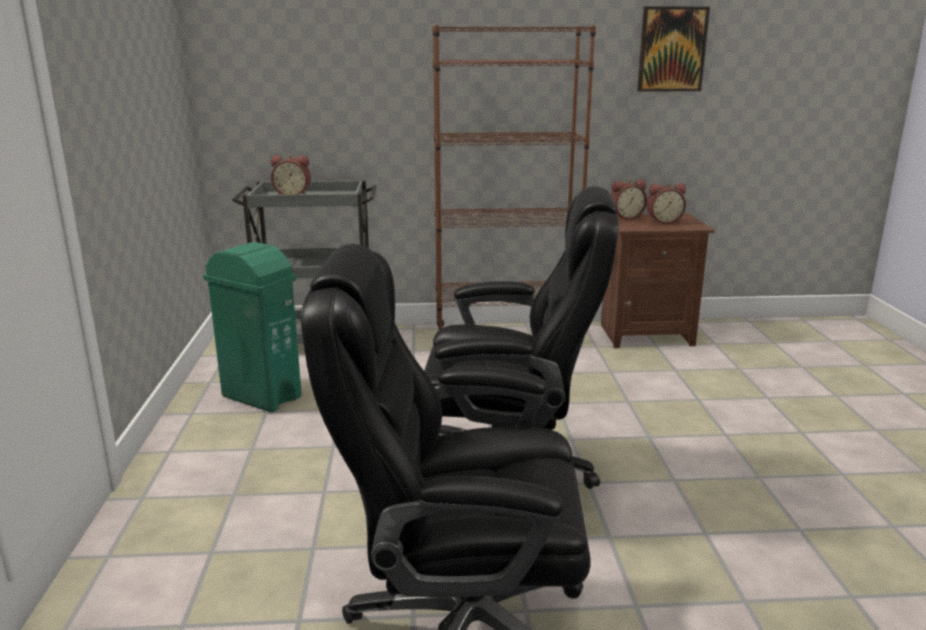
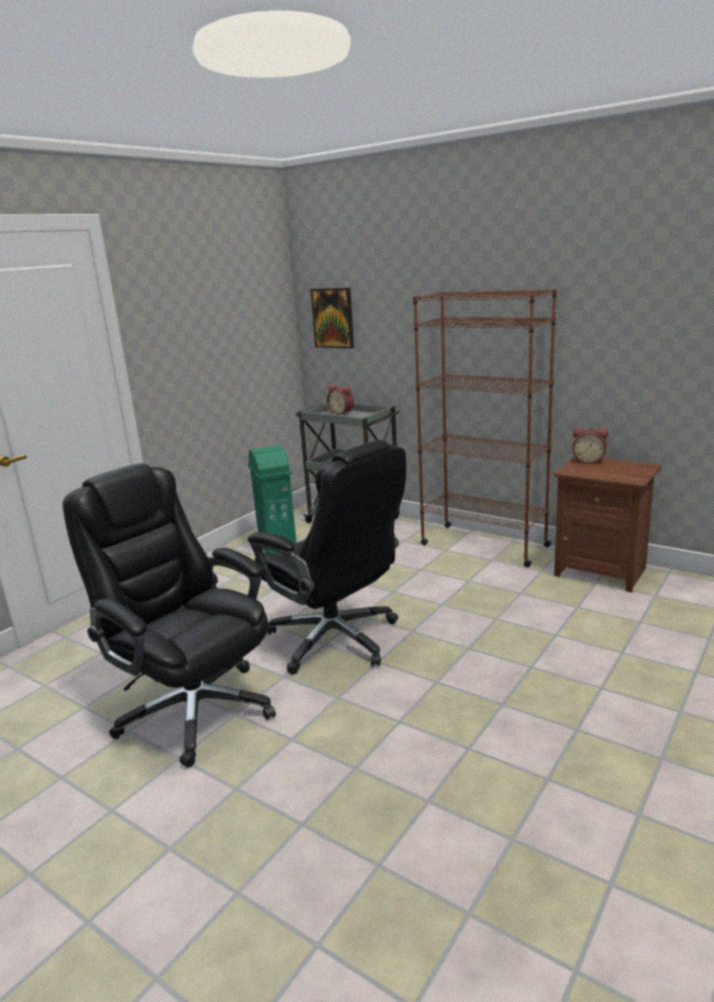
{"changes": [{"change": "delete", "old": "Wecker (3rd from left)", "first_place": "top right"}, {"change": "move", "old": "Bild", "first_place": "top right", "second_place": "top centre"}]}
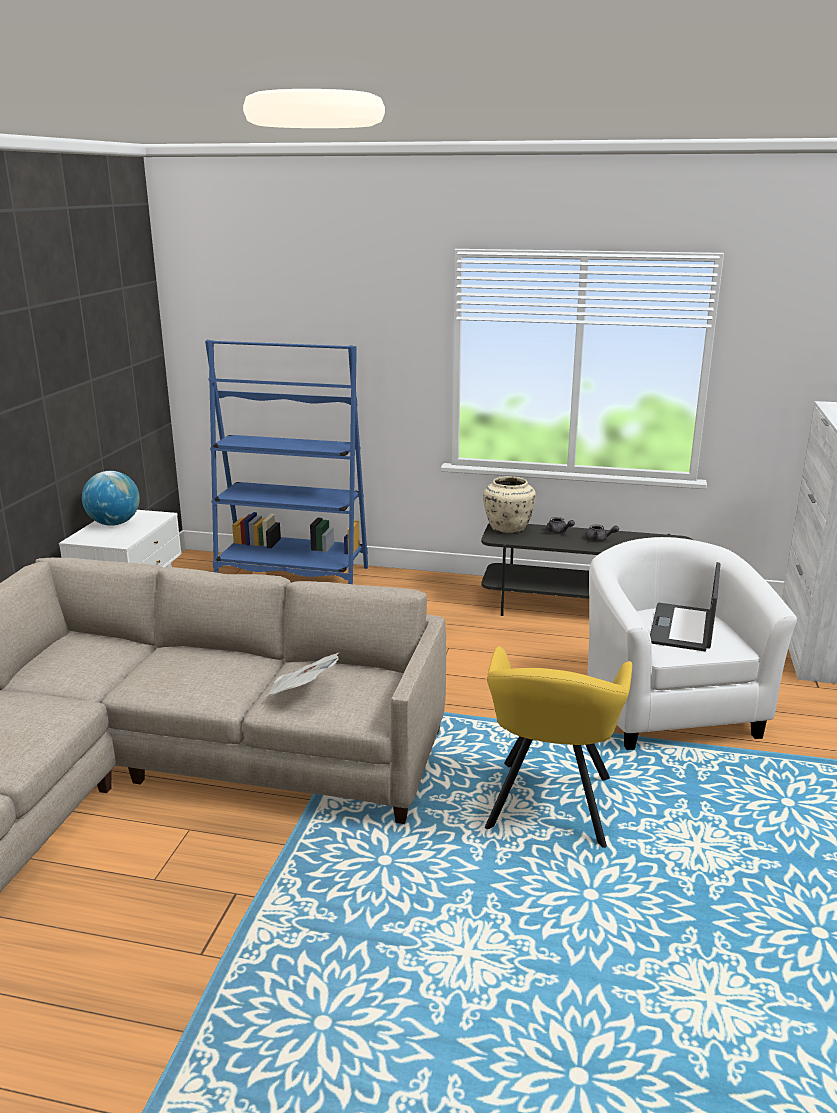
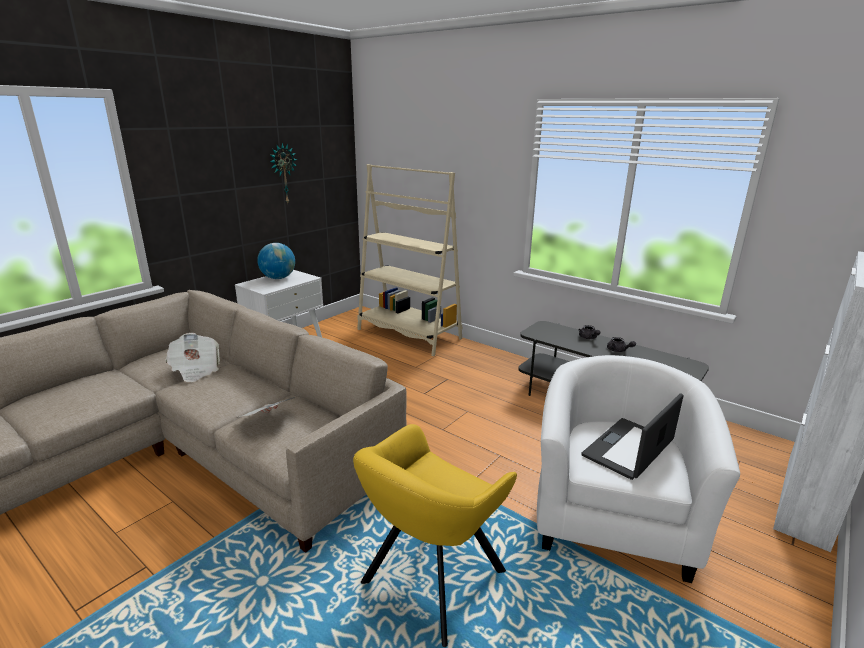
{"changes": [{"change": "delete", "old": "Vase/beige", "first_place": "centre"}, {"change": "insert", "new": "Zeitung (1st from left)", "second_place": "middle left"}, {"change": "insert", "new": "Wanduhr", "second_place": "top left"}, {"change": "recolor", "old": "Bücherregal/blau", "new": "Bücherregal/beige", "first_place": "centre", "second_place": "centre"}]}
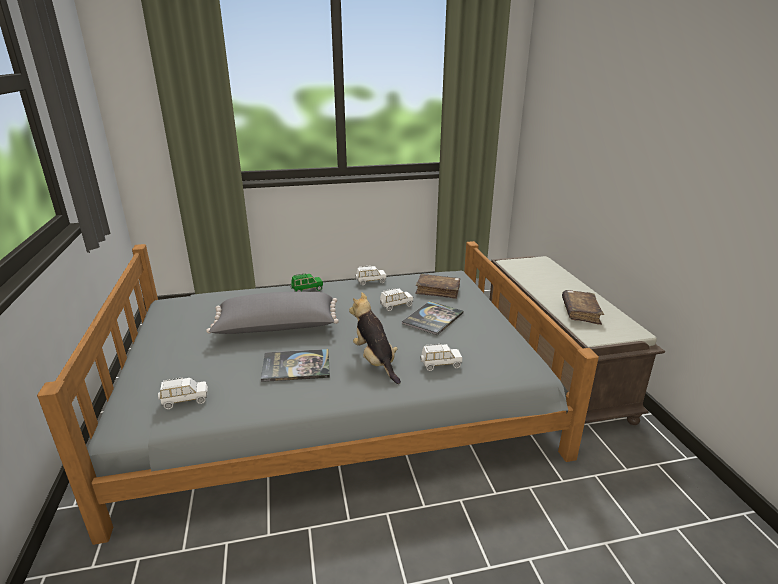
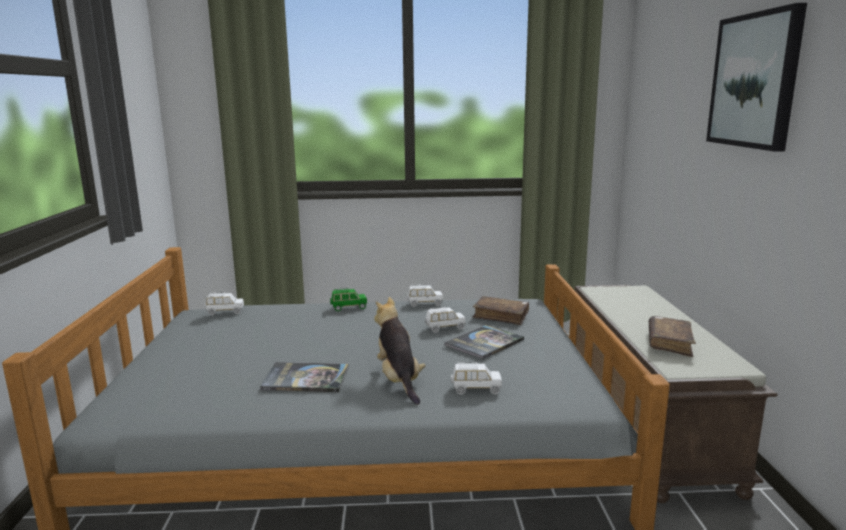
{"changes": [{"change": "delete", "old": "Kissen/grau", "first_place": "centre"}, {"change": "insert", "new": "Bild", "second_place": "top right"}, {"change": "move", "old": "Spielzeugauto/weiß (1st from left)", "first_place": "bottom left", "second_place": "middle left"}]}
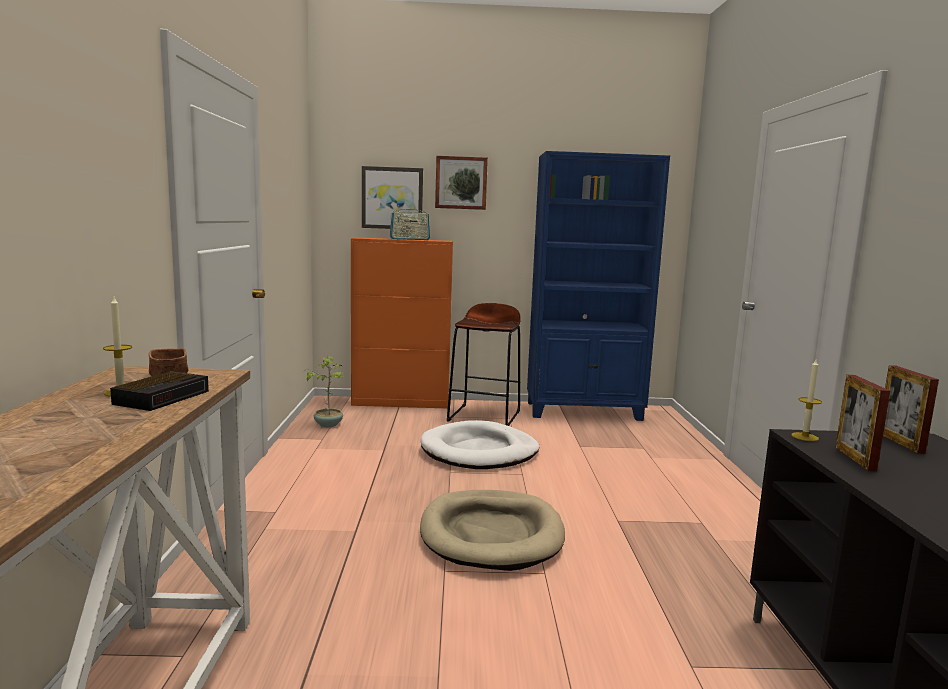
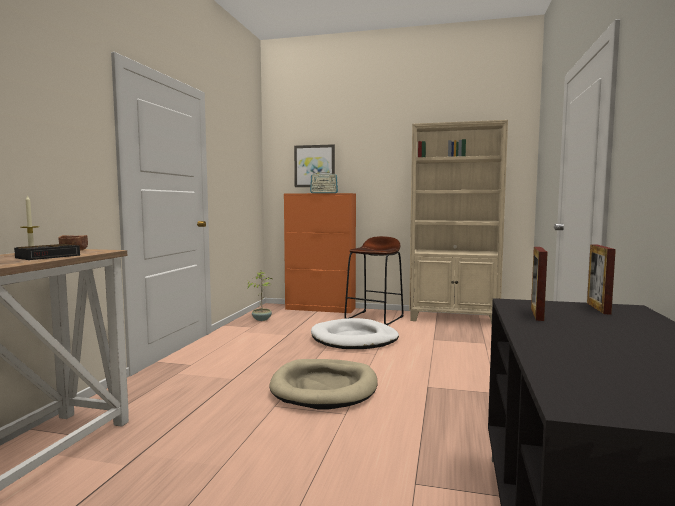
{"changes": [{"change": "delete", "old": "Bild (2nd from left)", "first_place": "top centre"}, {"change": "delete", "old": "Kerze (2nd from left)", "first_place": "middle right"}, {"change": "recolor", "old": "Bücherregal/blau", "new": "Bücherregal/beige", "first_place": "centre", "second_place": "middle right"}]}
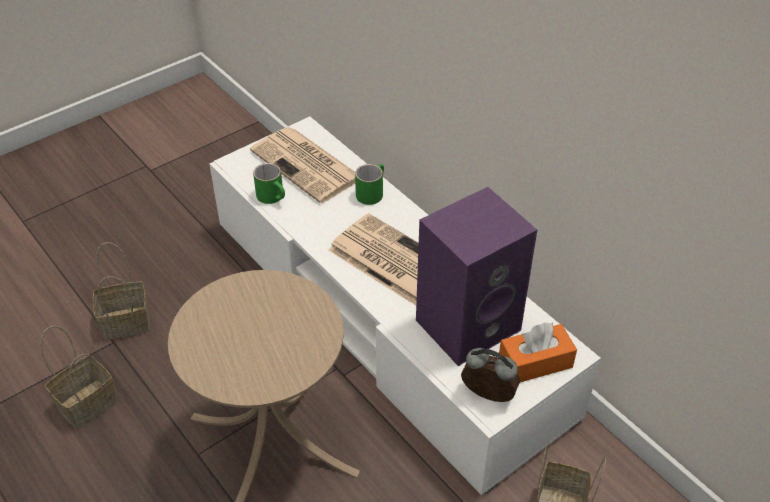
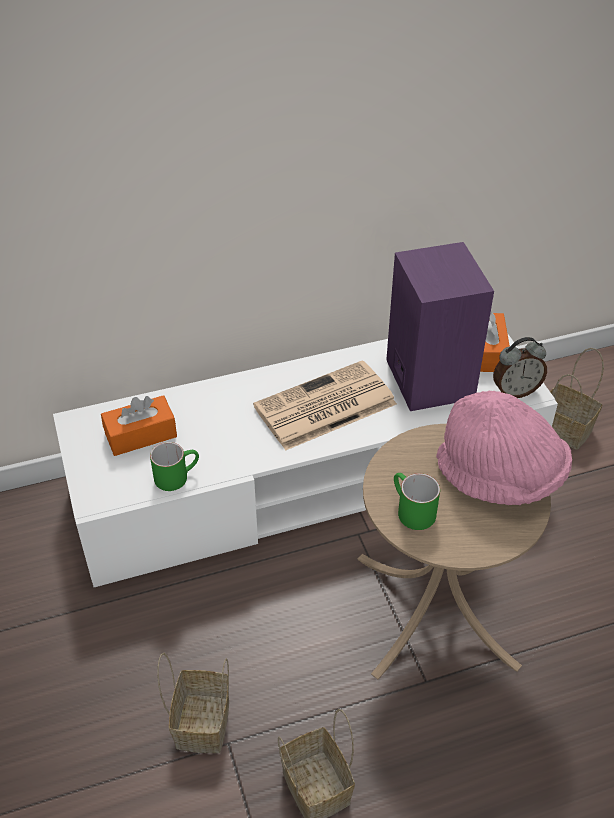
{"changes": [{"change": "insert", "new": "Hut/rosa", "second_place": "middle right"}, {"change": "move", "old": "Henkelbecher/grün (2nd from left)", "first_place": "centre", "second_place": "middle right"}, {"change": "replace", "old": "Zeitung (1st from left)", "new": "Taschentuchbox/orange (1st from left)", "first_place": "top centre", "second_place": "middle left"}, {"change": "rotate", "old": "Wecker", "first_place": "bottom centre", "second_place": "middle right", "degrees": -150}]}
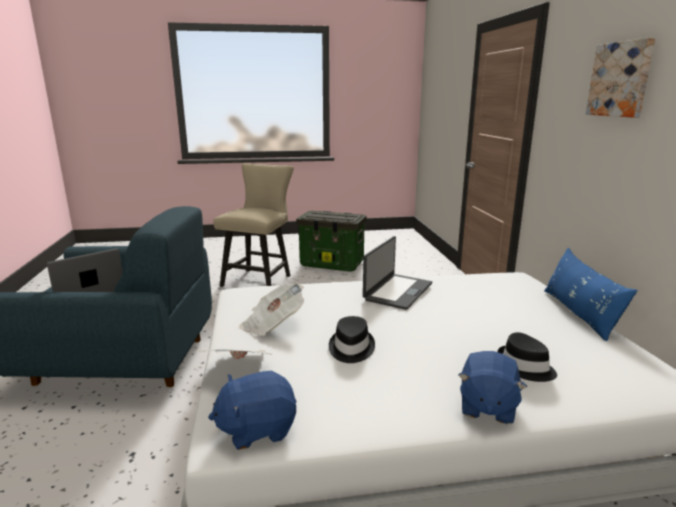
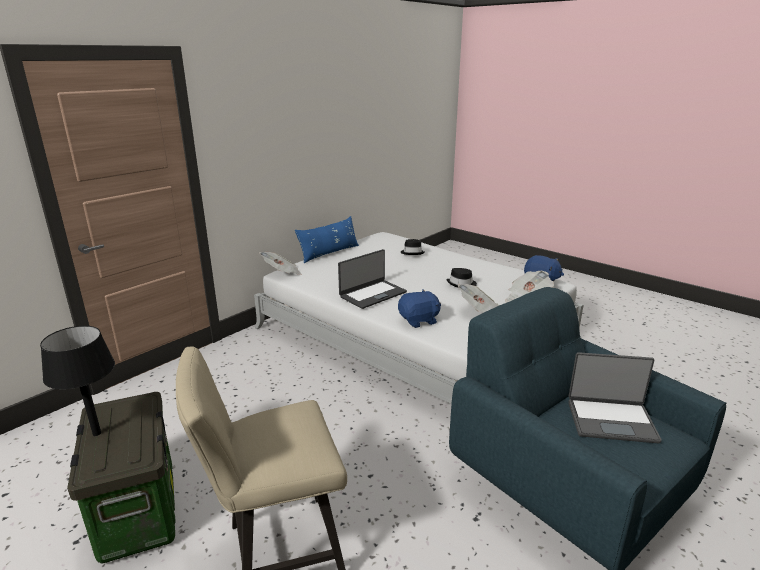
{"changes": [{"change": "delete", "old": "Bild", "first_place": "top right"}, {"change": "insert", "new": "Tischlampe/schwarz", "second_place": "bottom left"}, {"change": "insert", "new": "Zeitung (1st from left)", "second_place": "centre"}, {"change": "move", "old": "Plüschtier/blau (2nd from left in the first image)", "new": "Plüschtier/blau (1st from left)", "first_place": "bottom right", "second_place": "centre"}, {"change": "rotate", "old": "Laptop (2nd from left in the first image)", "first_place": "centre", "second_place": "centre", "degrees": 150}]}
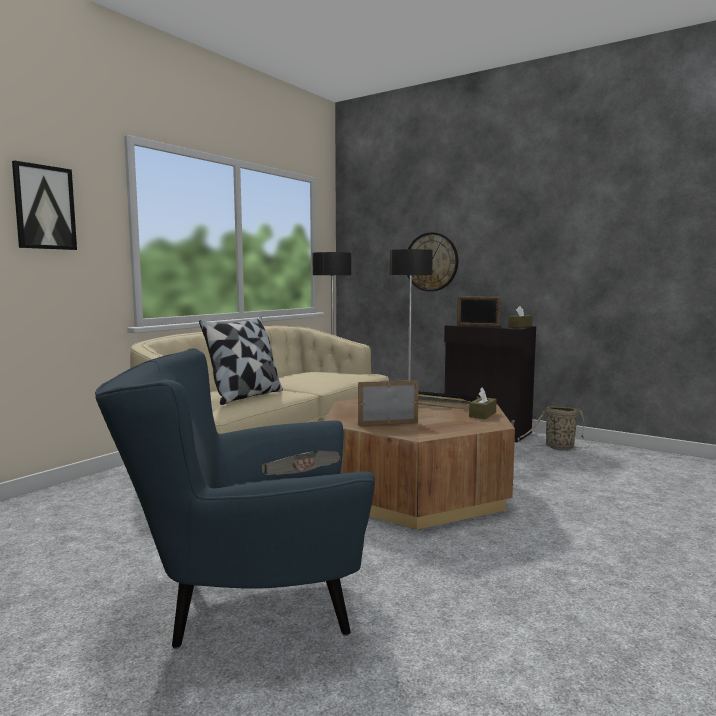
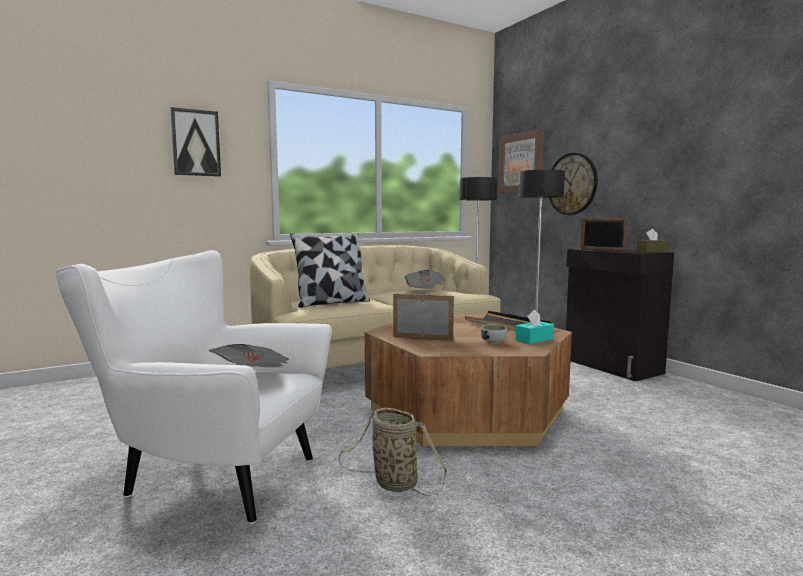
{"changes": [{"change": "insert", "new": "Zeitung (2nd from left)", "second_place": "centre"}, {"change": "insert", "new": "Schüssel", "second_place": "centre"}, {"change": "insert", "new": "Bild (2nd from left)", "second_place": "top centre"}, {"change": "move", "old": "Korb", "first_place": "middle right", "second_place": "bottom centre"}, {"change": "recolor", "old": "Sessel/blau", "new": "Sessel/weiß", "first_place": "bottom left", "second_place": "bottom left"}, {"change": "recolor", "old": "Taschentuchbox/braun (1st from left)", "new": "Taschentuchbox/türkis", "first_place": "middle right", "second_place": "centre"}]}
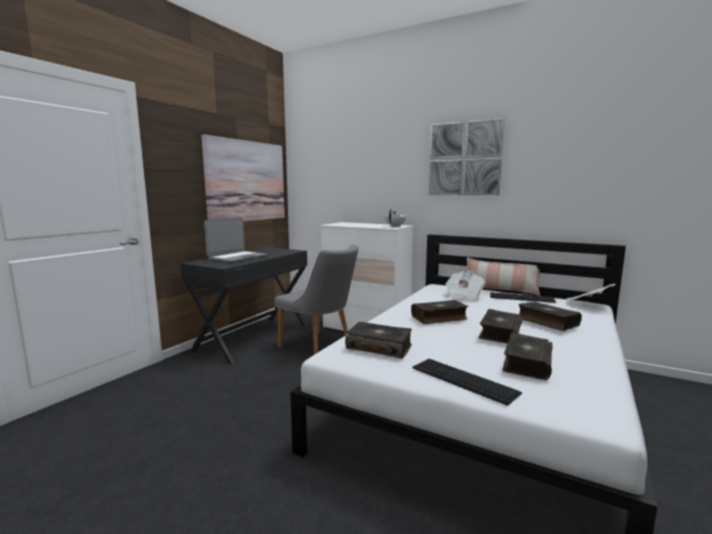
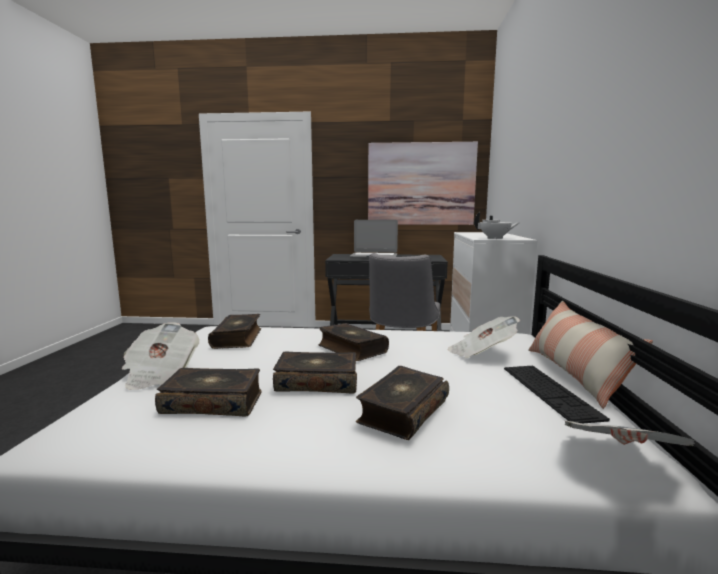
{"changes": [{"change": "delete", "old": "Bild (2nd from left)", "first_place": "top centre"}, {"change": "replace", "old": "Tastatur (1st from left)", "new": "Zeitung (1st from left)", "first_place": "bottom centre", "second_place": "middle left"}]}
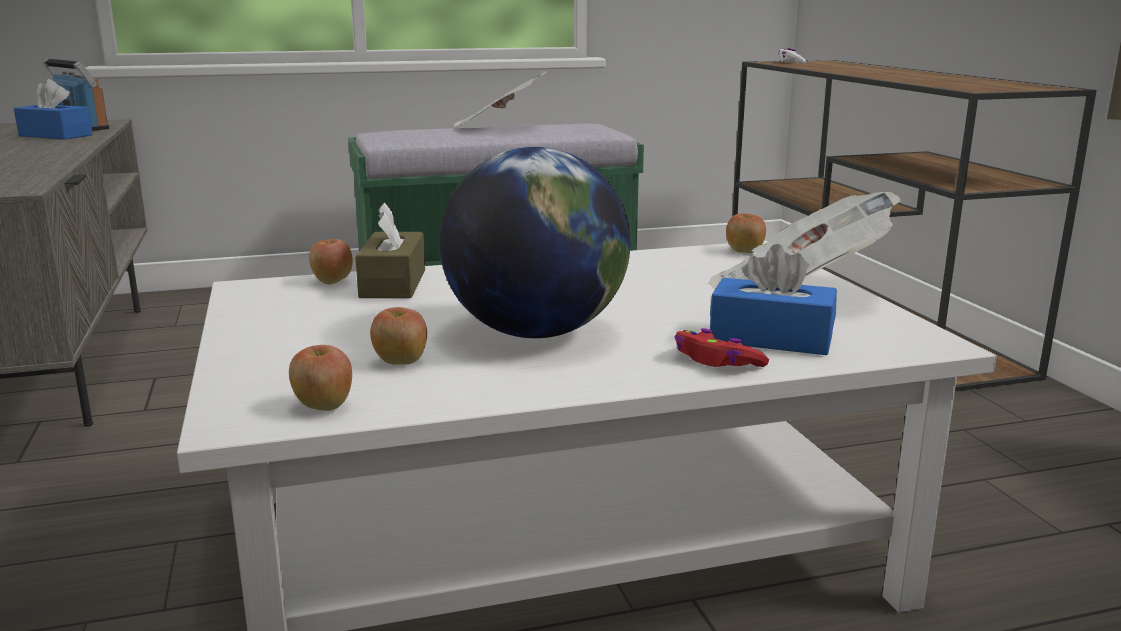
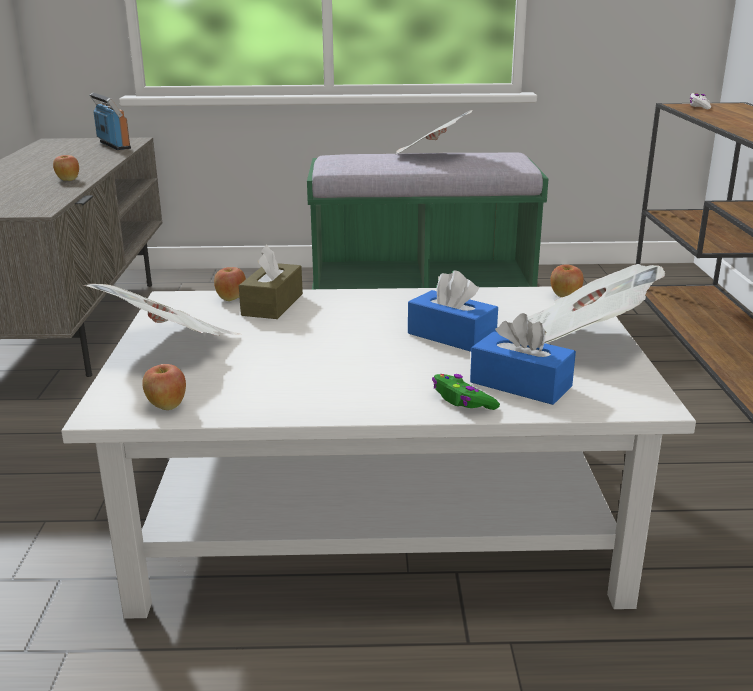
{"changes": [{"change": "delete", "old": "Globus", "first_place": "centre"}, {"change": "insert", "new": "Zeitung (1st from left)", "second_place": "middle left"}, {"change": "move", "old": "Taschentuchbox/blau (1st from left)", "first_place": "top left", "second_place": "centre"}, {"change": "move", "old": "Apfel (3rd from left in the first image)", "new": "Apfel (1st from left)", "first_place": "centre", "second_place": "top left"}, {"change": "recolor", "old": "Gamepad/rot", "new": "Gamepad/grün", "first_place": "centre", "second_place": "centre"}]}
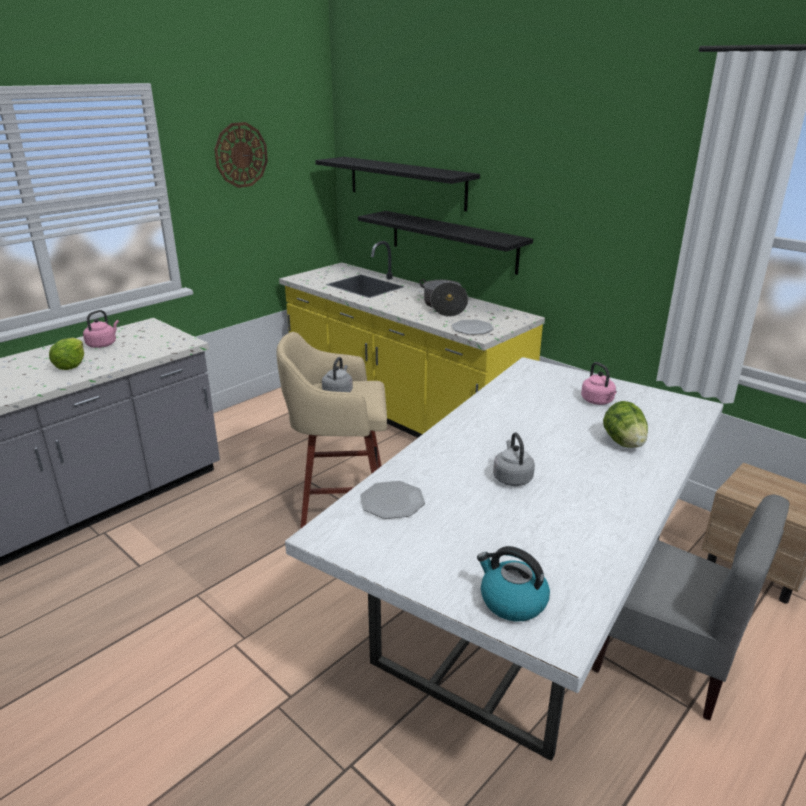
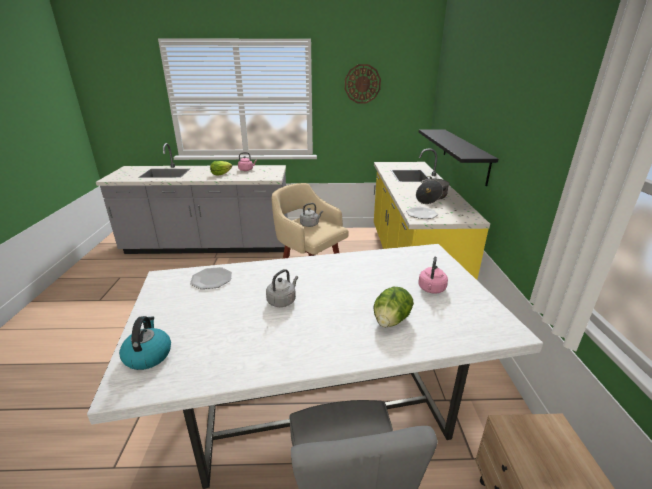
{"changes": [{"change": "delete", "old": "Wandregal/schwarz (1st from left)", "first_place": "top centre"}]}
